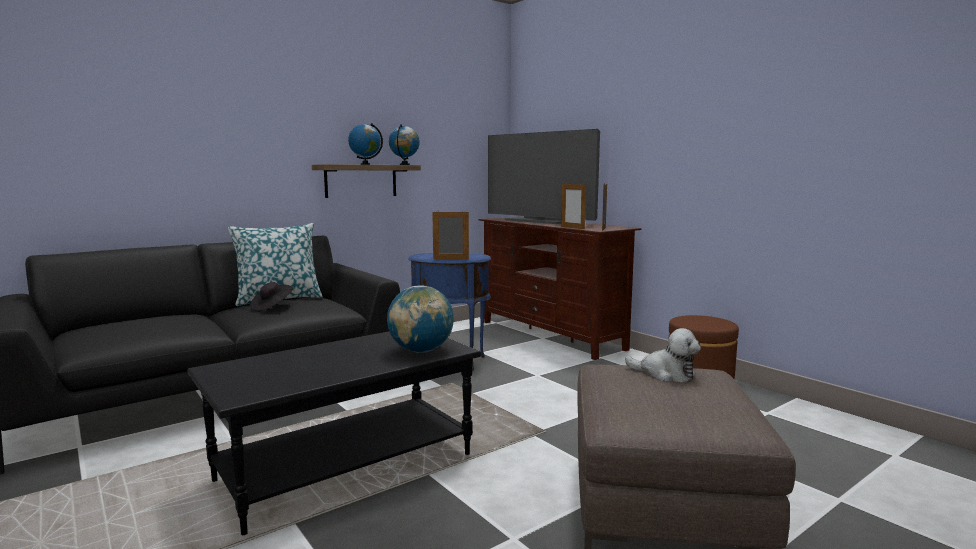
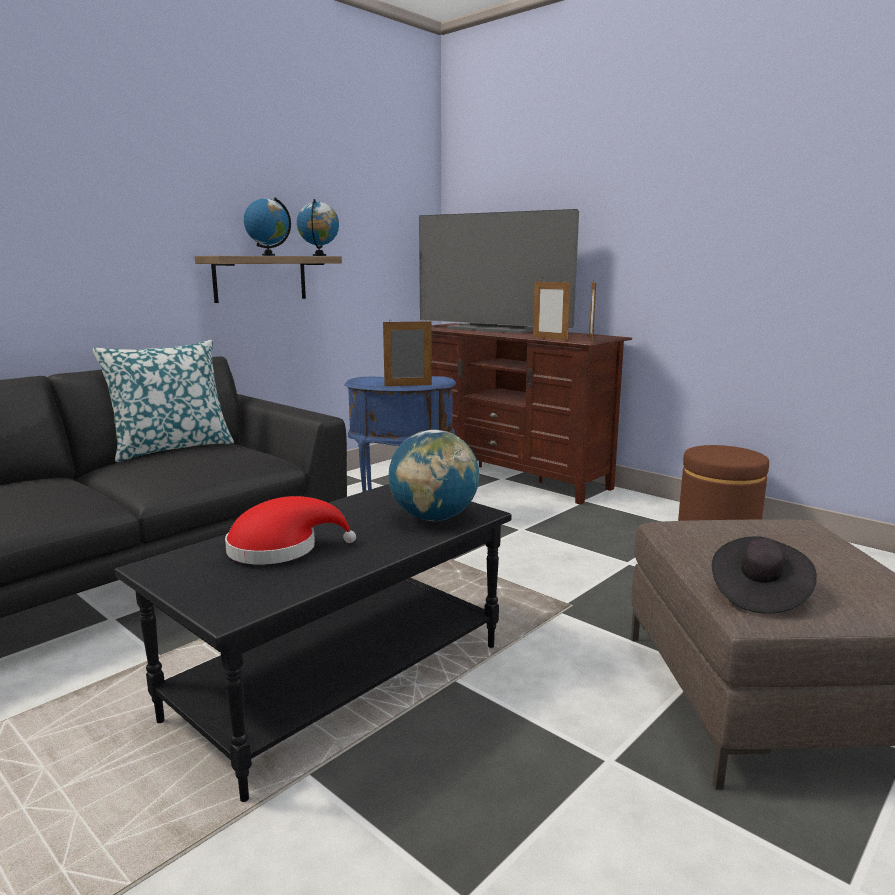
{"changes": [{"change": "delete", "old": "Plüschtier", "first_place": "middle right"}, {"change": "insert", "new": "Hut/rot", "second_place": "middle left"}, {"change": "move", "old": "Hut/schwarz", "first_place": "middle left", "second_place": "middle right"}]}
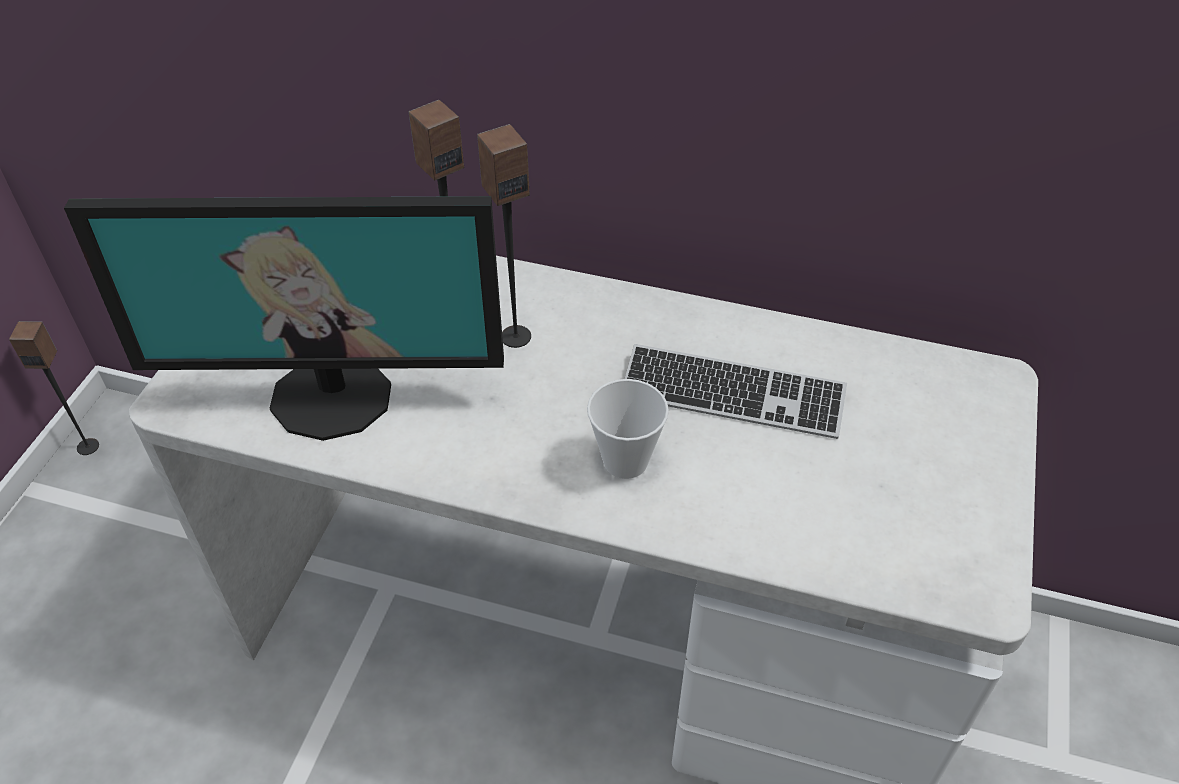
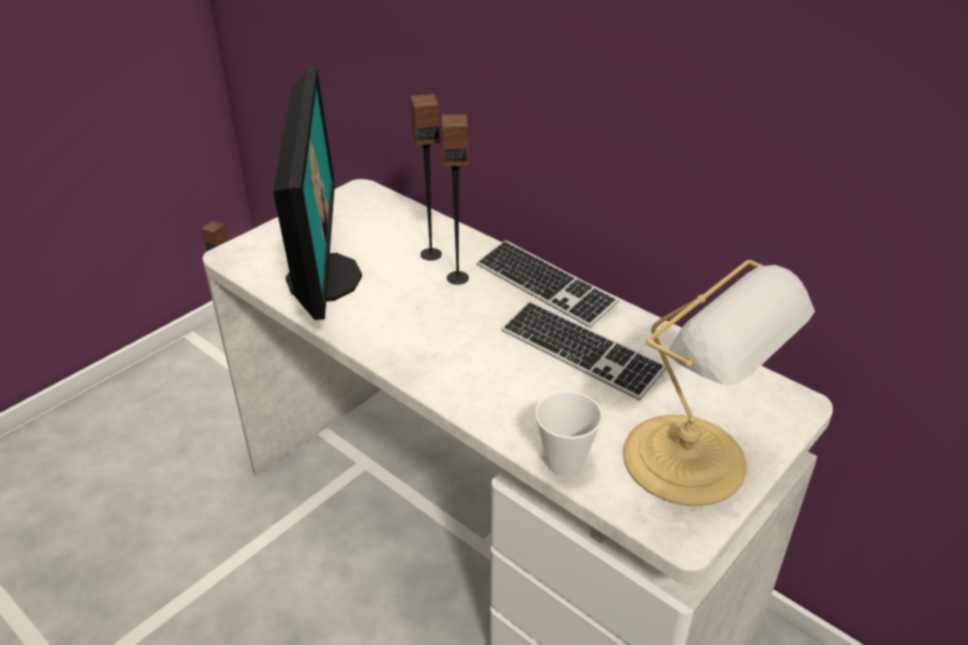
{"changes": [{"change": "insert", "new": "Tastatur (1st from left)", "second_place": "centre"}, {"change": "insert", "new": "Tischlampe", "second_place": "middle right"}, {"change": "move", "old": "Tasse", "first_place": "centre", "second_place": "bottom centre"}, {"change": "rotate", "old": "Monitor", "first_place": "middle left", "second_place": "top left", "degrees": -120}]}
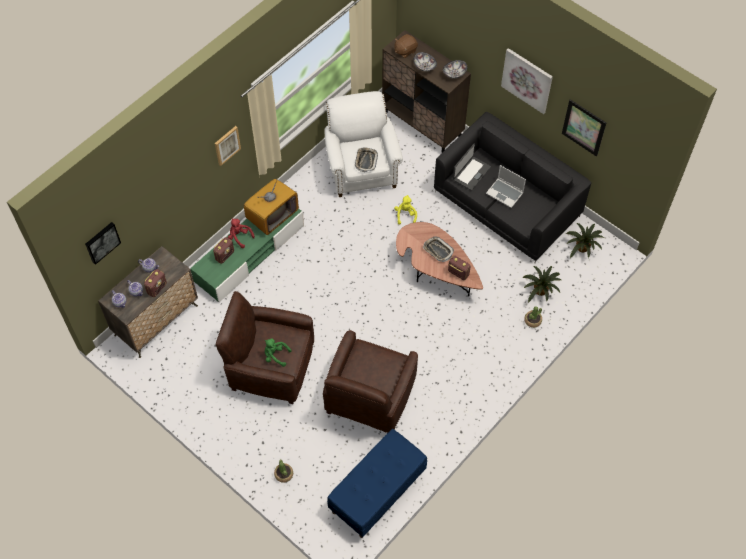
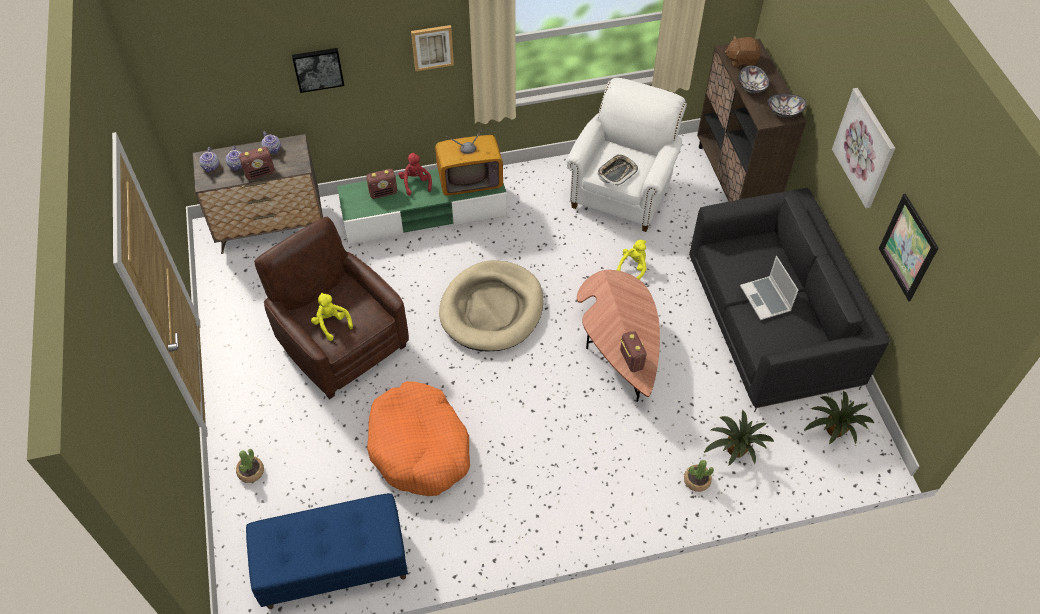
{"changes": [{"change": "delete", "old": "Tablett (2nd from left)", "first_place": "centre"}, {"change": "delete", "old": "Laptop (1st from left)", "first_place": "top centre"}, {"change": "insert", "new": "Hundebett/beige", "second_place": "centre"}, {"change": "move", "old": "Bild (1st from left)", "first_place": "middle left", "second_place": "top left"}, {"change": "replace", "old": "Sessel/braun (2nd from left)", "new": "Hundebett/orange", "first_place": "bottom centre", "second_place": "bottom centre"}, {"change": "recolor", "old": "Plüschtier/grün", "new": "Plüschtier/gelb (1st from left)", "first_place": "centre", "second_place": "middle left"}]}
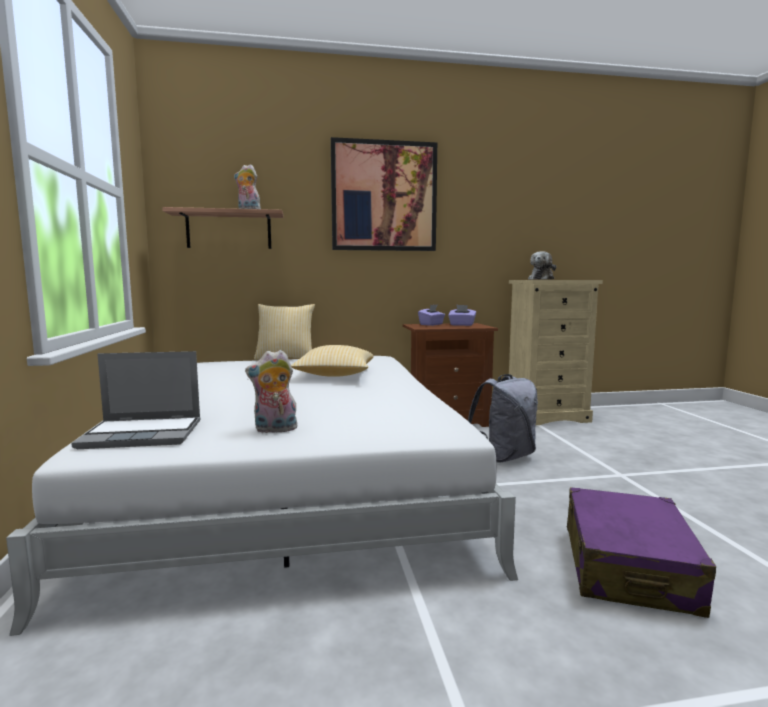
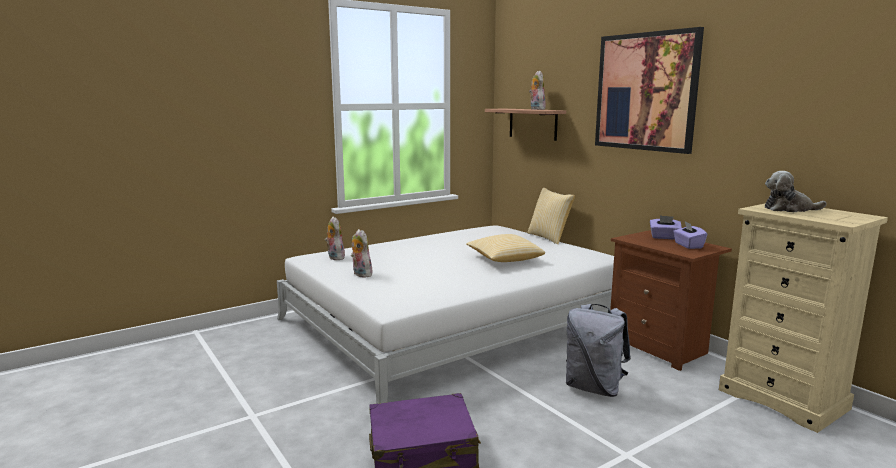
{"changes": [{"change": "replace", "old": "Laptop", "new": "Plüschtier (1st from left)", "first_place": "middle left", "second_place": "centre"}]}
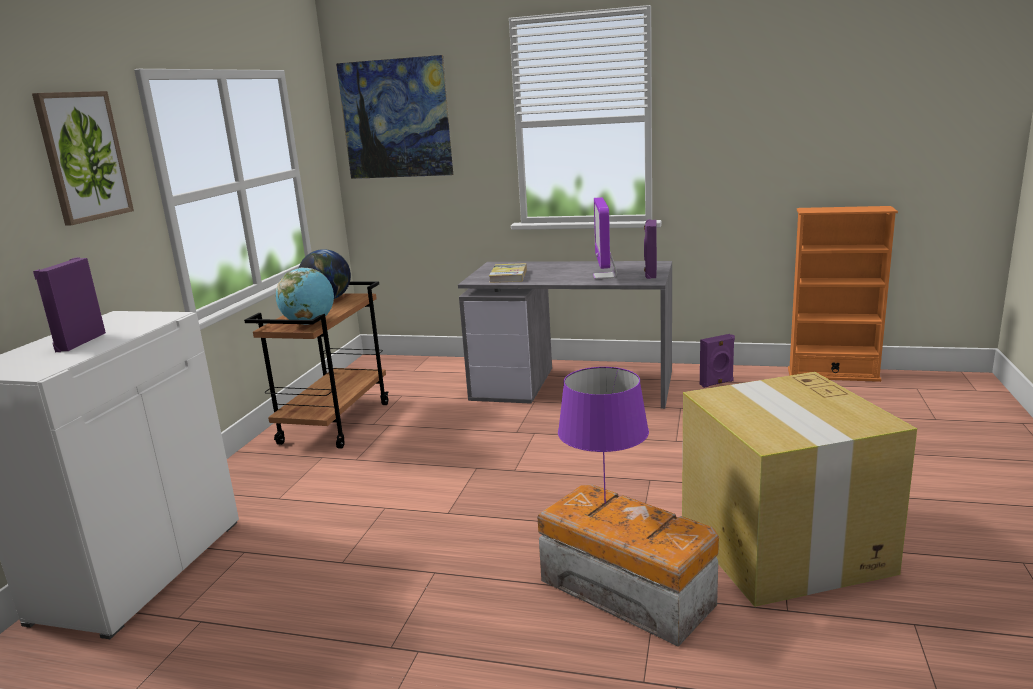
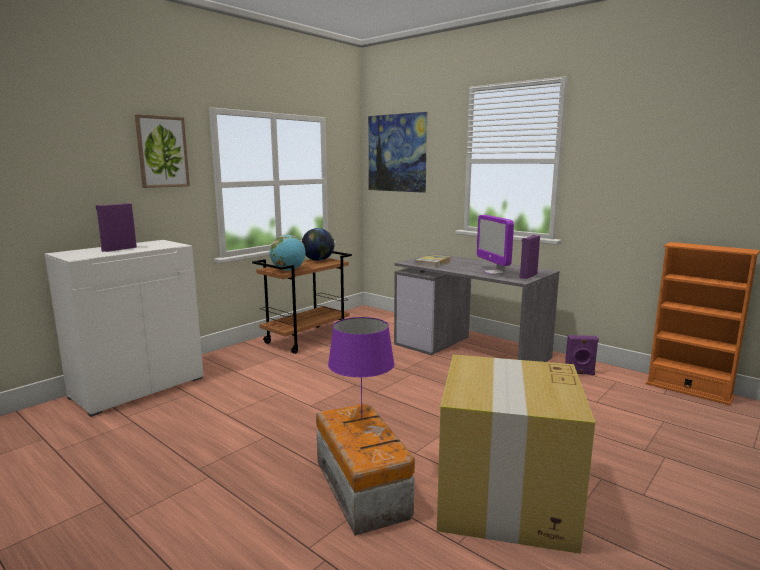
{"changes": [{"change": "rotate", "old": "Monitor", "first_place": "centre", "second_place": "centre", "degrees": -45}]}
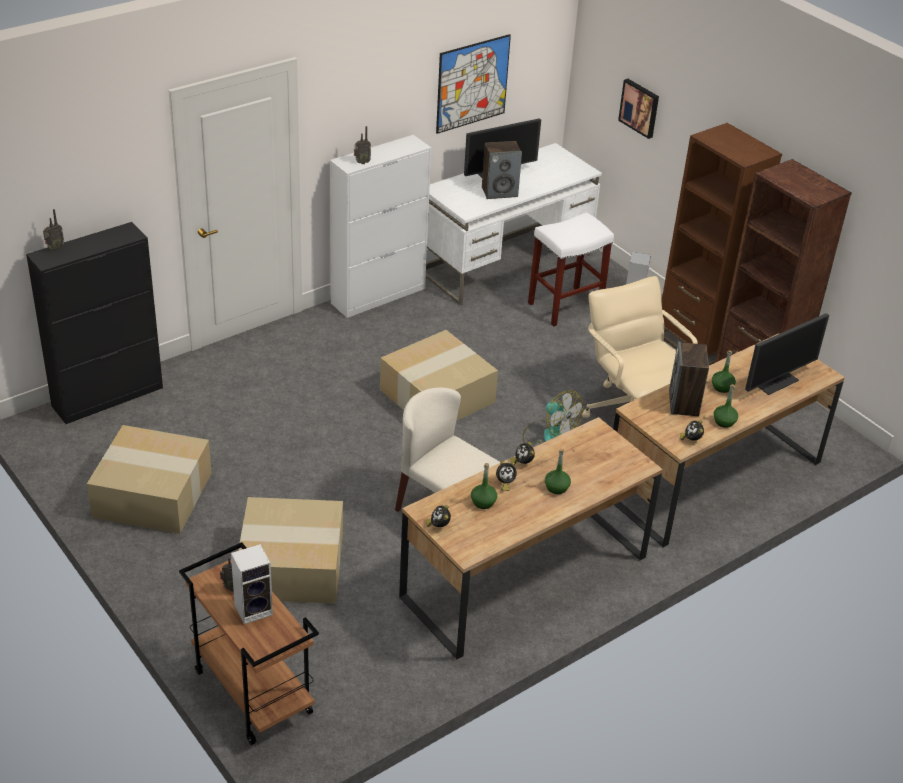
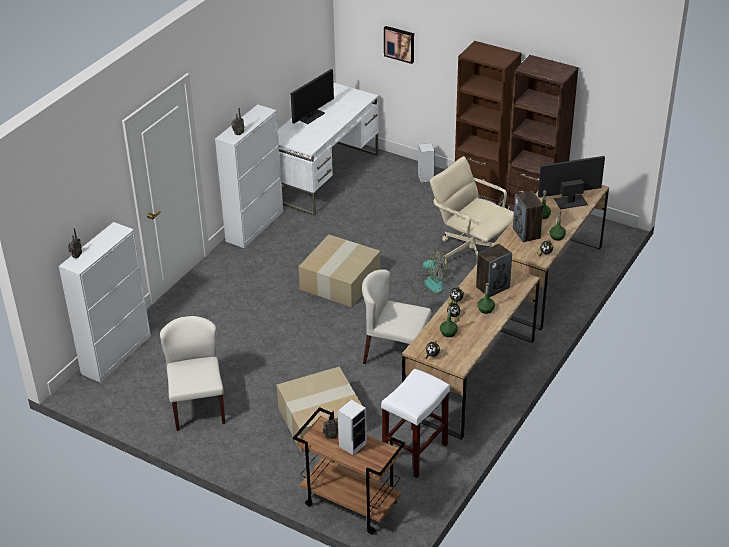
{"changes": [{"change": "delete", "old": "Bild (1st from left)", "first_place": "top centre"}, {"change": "move", "old": "Lautsprecher (2nd from left in the first image)", "new": "Lautsprecher (3rd from left)", "first_place": "top centre", "second_place": "middle right"}, {"change": "move", "old": "Hocker/weiß", "first_place": "centre", "second_place": "bottom centre"}, {"change": "replace", "old": "Karton (1st from left)", "new": "Stuhl/beige (1st from left)", "first_place": "middle left", "second_place": "bottom left"}, {"change": "recolor", "old": "Schrank/schwarz", "new": "Schrank/weiß (1st from left)", "first_place": "middle left", "second_place": "middle left"}, {"change": "rotate", "old": "Monitor (2nd from left)", "first_place": "middle right", "second_place": "top right", "degrees": -135}]}
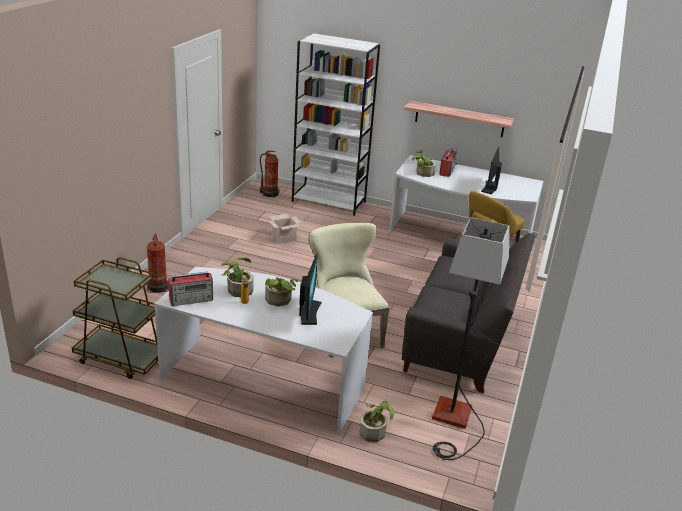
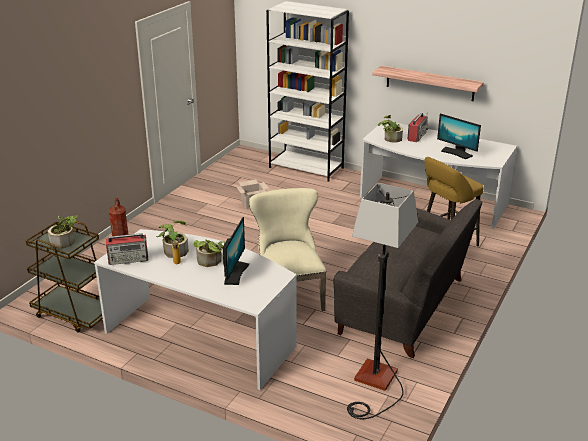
{"changes": [{"change": "delete", "old": "Feuerlöscher (2nd from left)", "first_place": "centre"}, {"change": "move", "old": "Topfpflanze (3rd from left in the first image)", "new": "Topfpflanze (1st from left)", "first_place": "bottom centre", "second_place": "middle left"}, {"change": "rotate", "old": "Monitor (2nd from left)", "first_place": "top right", "second_place": "top right", "degrees": -75}]}
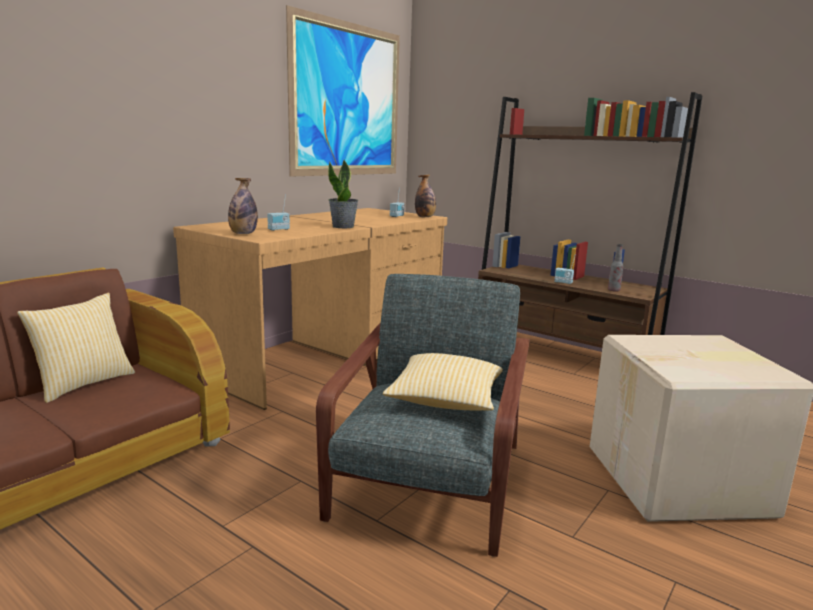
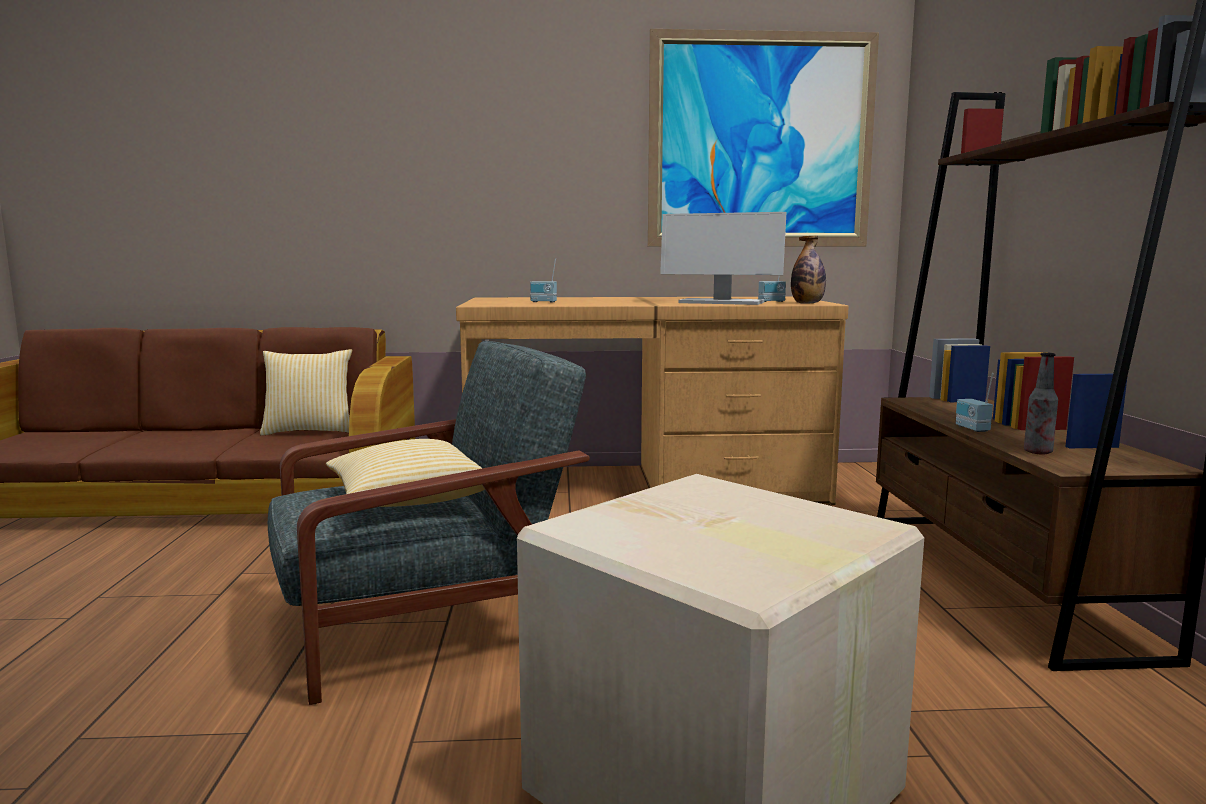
{"changes": [{"change": "delete", "old": "Flasche (1st from left)", "first_place": "middle left"}, {"change": "delete", "old": "Topfpflanze", "first_place": "top centre"}, {"change": "insert", "new": "Monitor", "second_place": "top centre"}]}
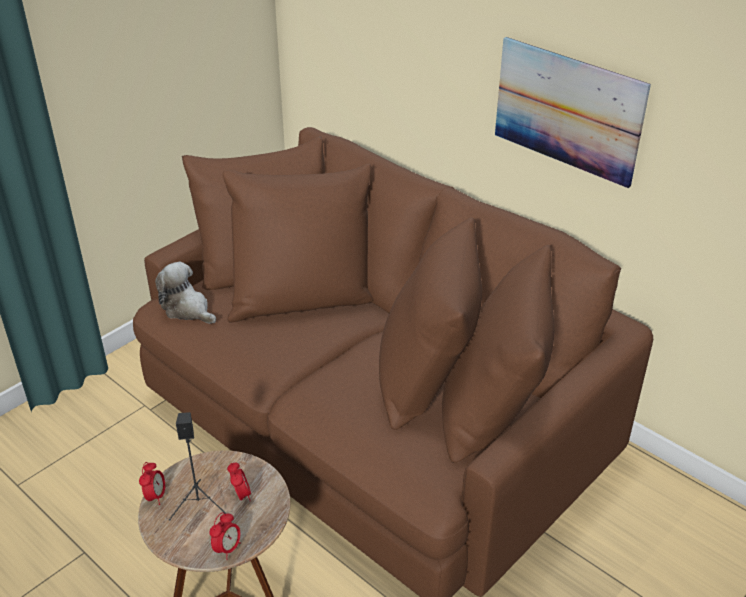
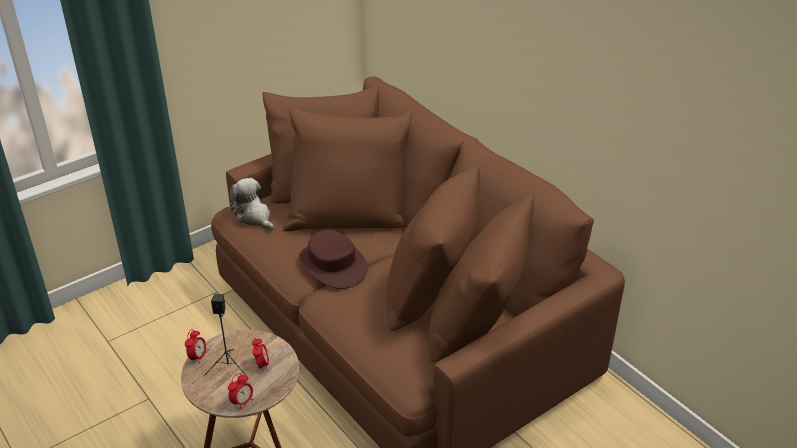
{"changes": [{"change": "delete", "old": "Bild", "first_place": "top right"}, {"change": "insert", "new": "Hut/braun", "second_place": "centre"}]}
